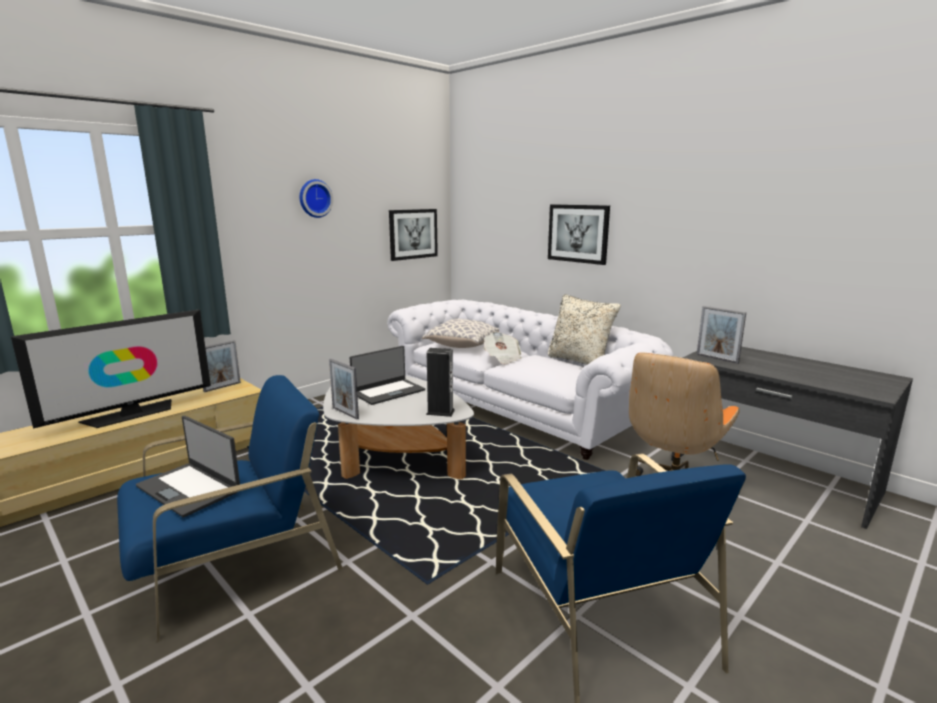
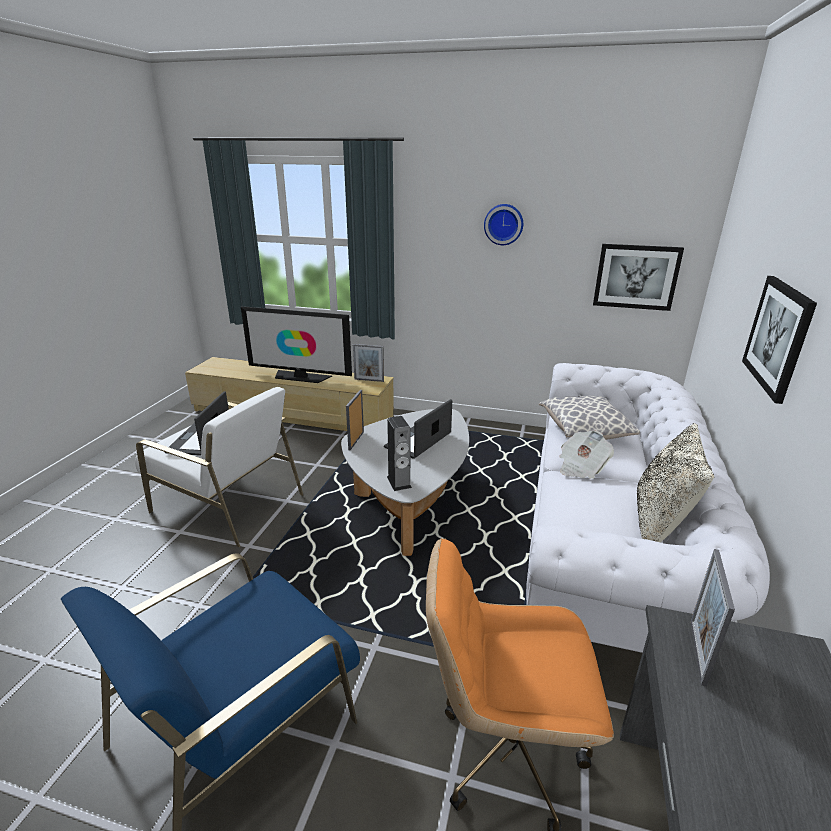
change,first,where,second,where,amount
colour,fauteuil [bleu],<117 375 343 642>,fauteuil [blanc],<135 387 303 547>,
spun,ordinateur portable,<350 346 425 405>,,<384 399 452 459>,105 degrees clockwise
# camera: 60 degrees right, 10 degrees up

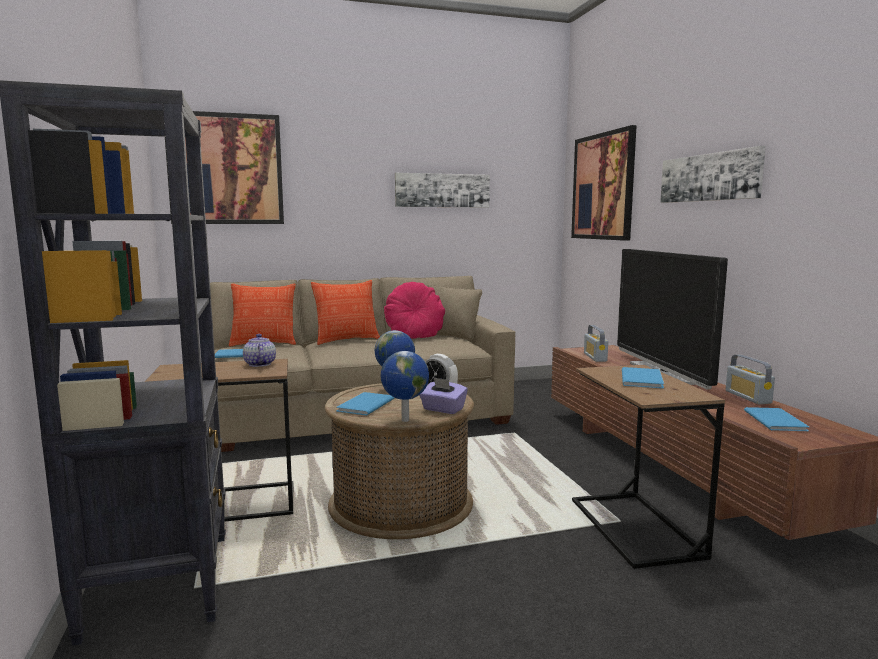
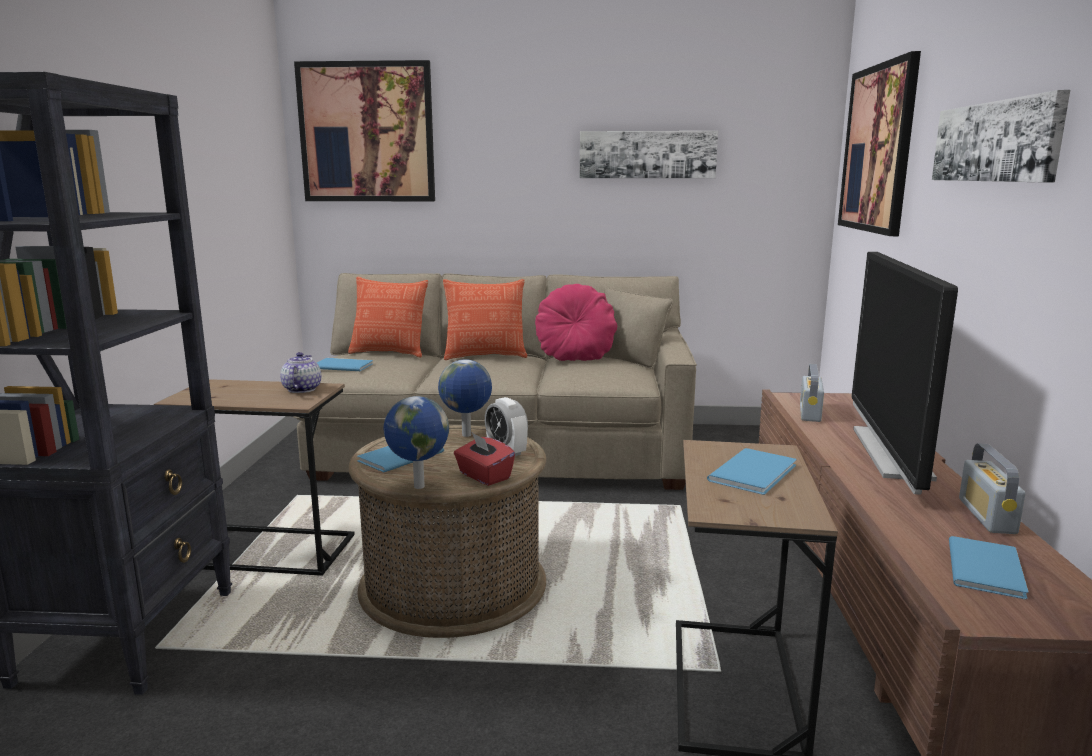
change,first,where,second,where,amount
colour,boîte à mouchoirs [violet],<419 377 468 414>,boîte à mouchoirs [rouge],<454 433 515 486>,
# camera: 20 degrees right, 5 degrees up

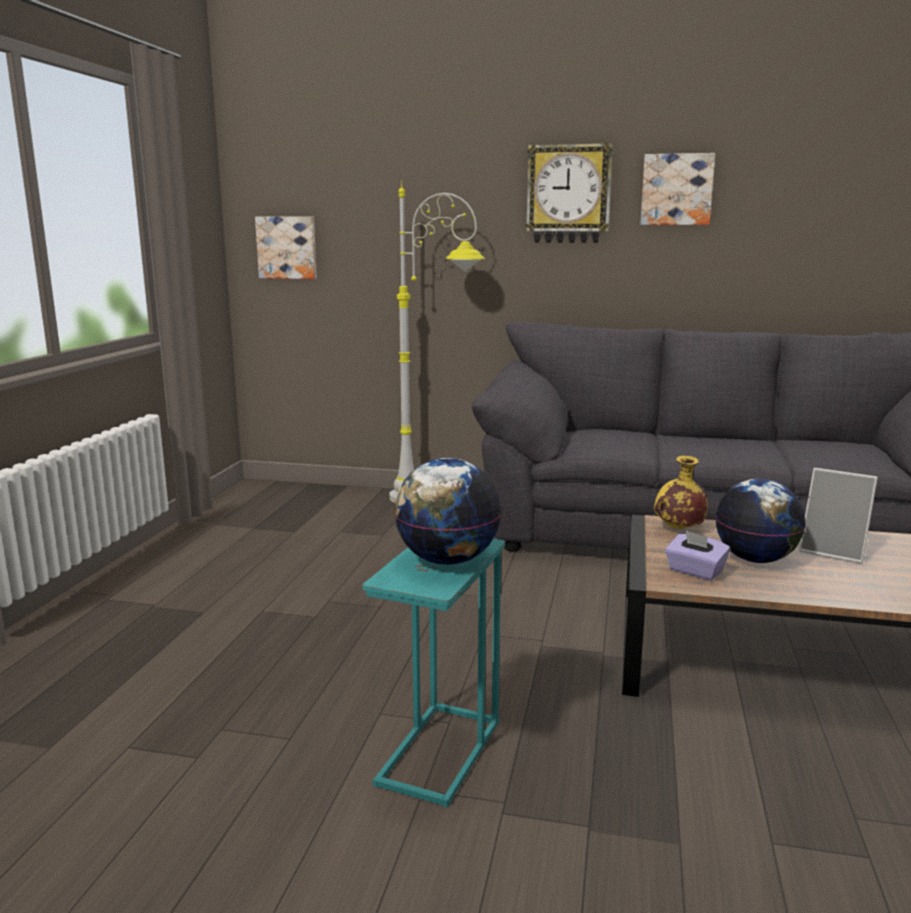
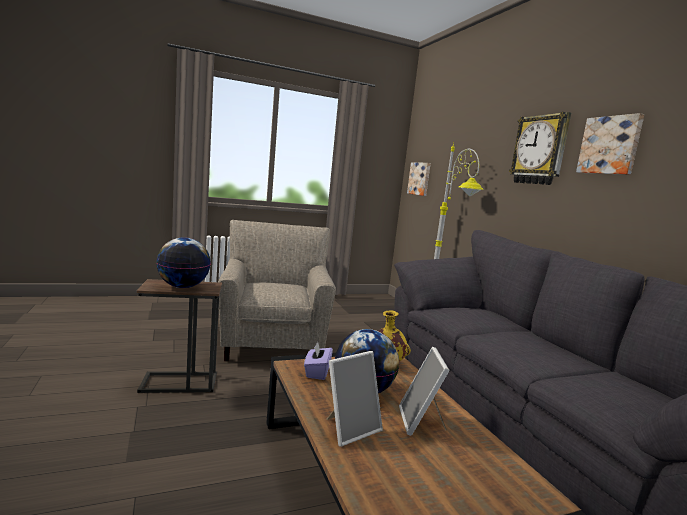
change,first,where,second,where,amount
colour,table d'appoint [turquoise],<363 539 505 807>,table d'appoint [marron],<137 279 222 393>,
appeared,,,fauteuil [beige],<218 220 336 361>,
appeared,,,cadre photo,<326 351 383 447>,
# camera: 55 degrees right, 5 degrees down

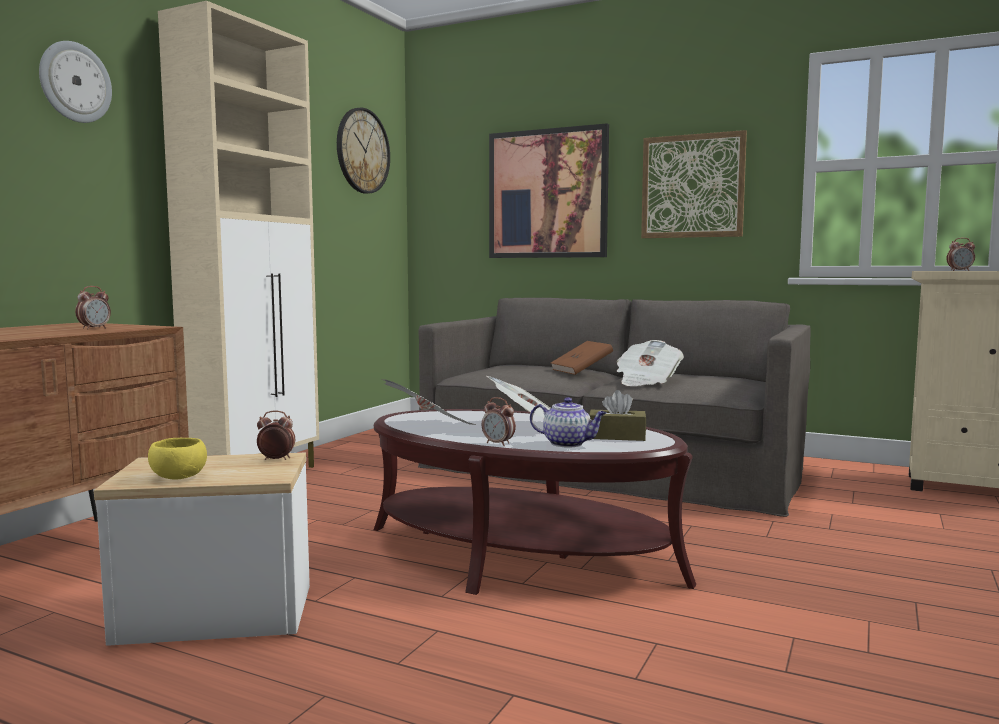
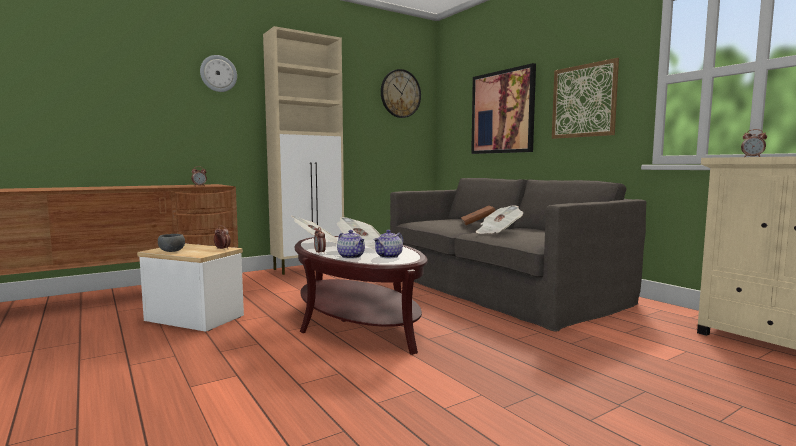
change,first,where,second,where,amount
colour,bol [jaune],<148 438 207 480>,bol [gris],<158 234 185 252>,
exchanged,boîte à mouchoirs [marron],<589 390 647 441>,théière,<373 230 403 258>,
# camera: 30 degrees right, 0 degrees up

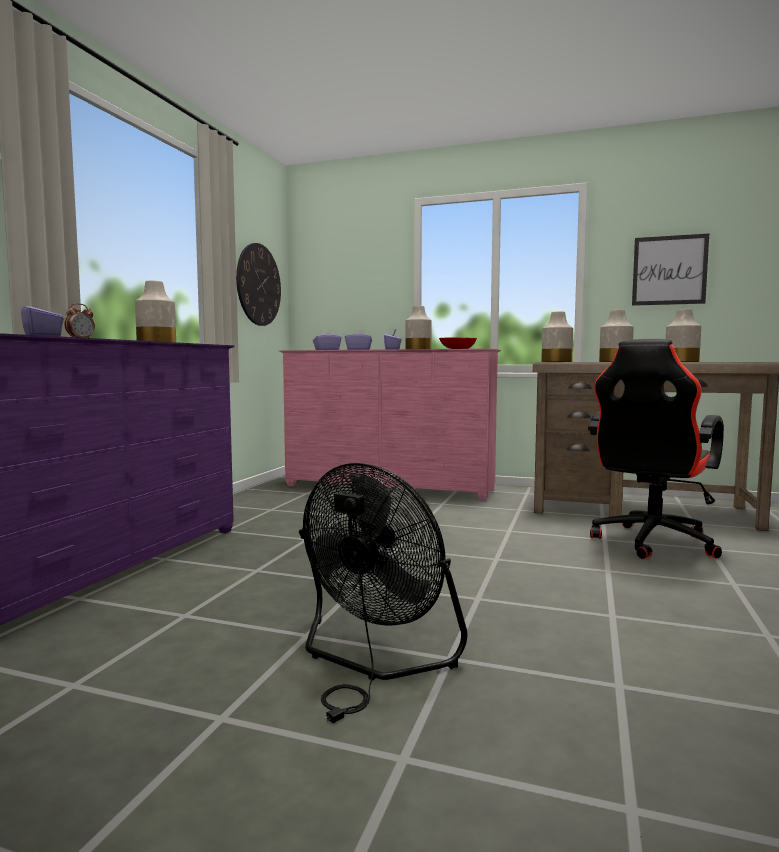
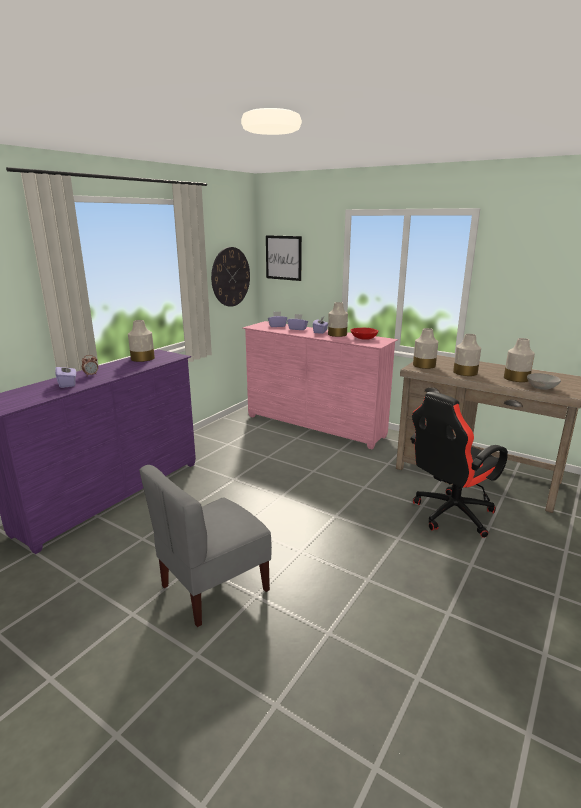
change,first,where,second,where,amount
exchanged,ventilateur [noir],<299 463 467 723>,chaise [gris],<139 465 272 627>,
relocated,tableau,<632 234 709 306>,,<266 235 302 281>,
appeared,,,bol [gris],<527 373 561 390>,
# camera: 15 degrees right, 15 degrees up

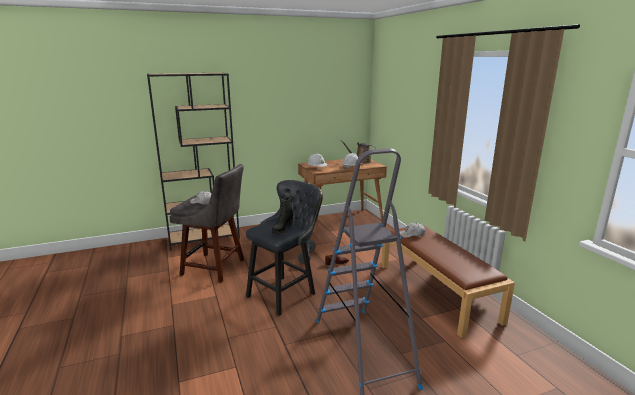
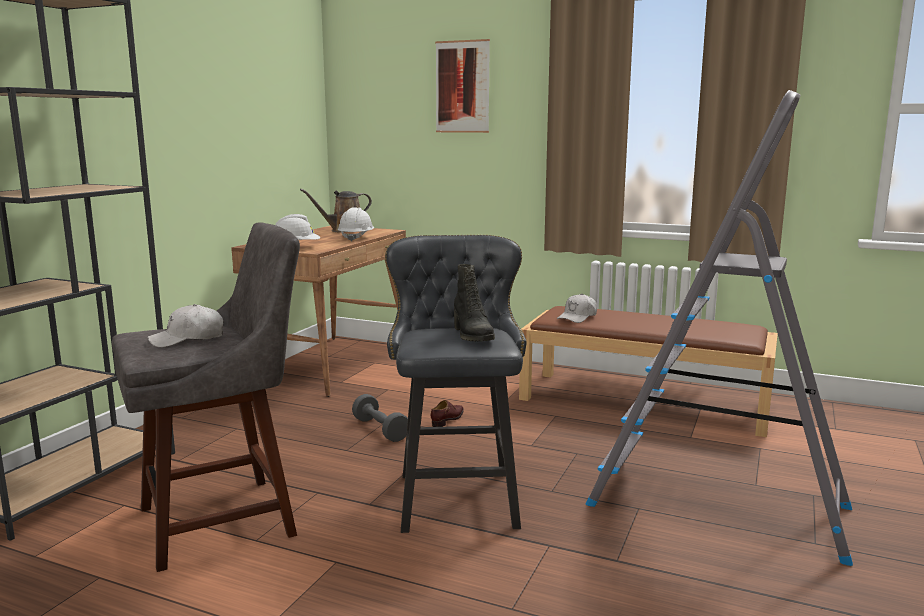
change,first,where,second,where,amount
appeared,,,tableau,<435 39 490 133>,
# camera: 45 degrees left, 5 degrees down

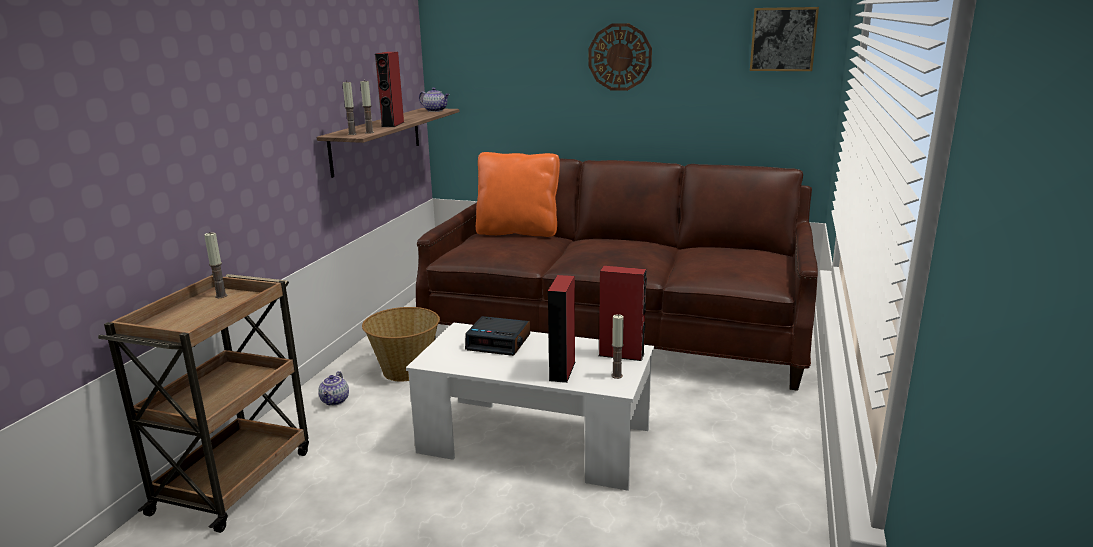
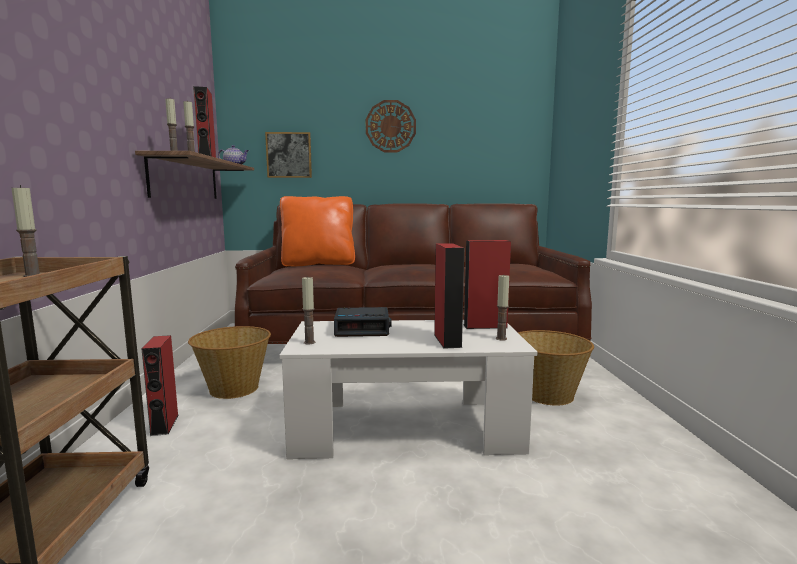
change,first,where,second,where,amount
exchanged,théière,<318 371 349 406>,enceinte [rouge],<141 335 178 436>,
relocated,tableau,<750 7 819 71>,,<265 132 312 178>,
appeared,,,bougie,<302 277 315 344>,
appeared,,,panier,<518 330 594 406>,
# camera: 20 degrees left, 10 degrees down

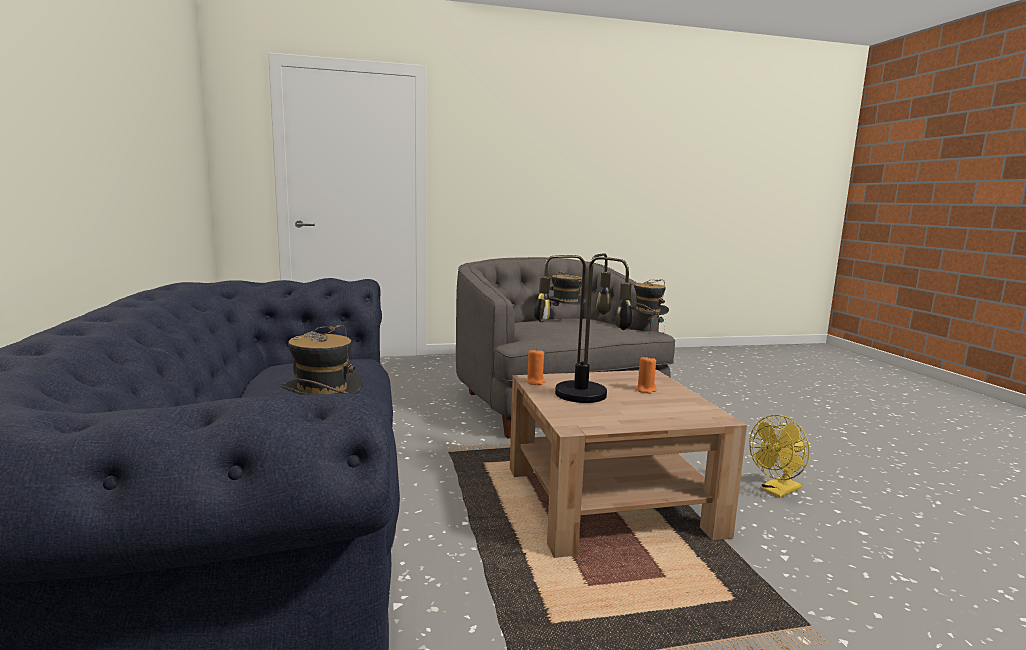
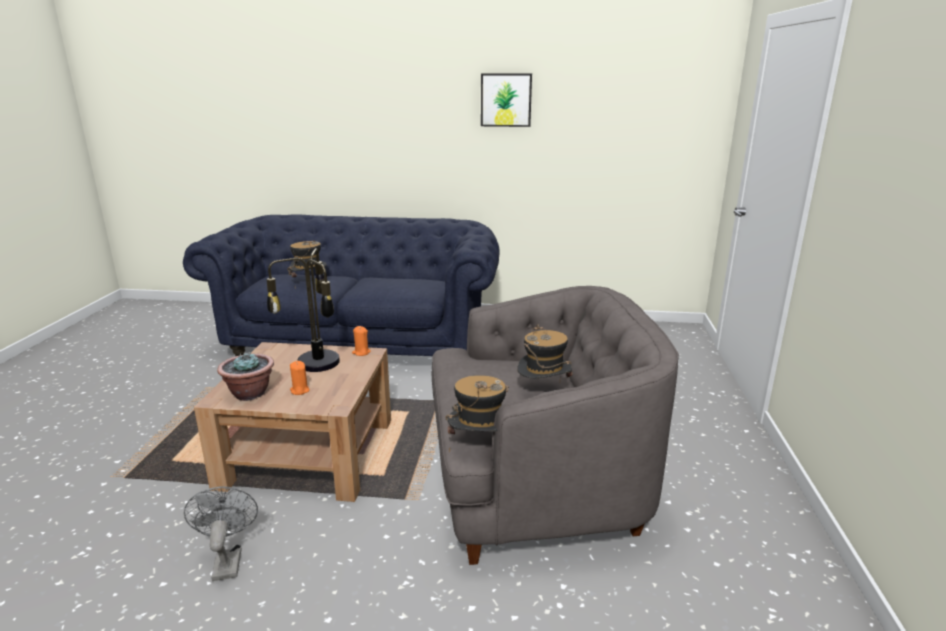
change,first,where,second,where,amount
colour,ventilateur [jaune],<749 415 810 498>,ventilateur [gris],<184 486 258 581>,
appeared,,,plante en pot,<217 352 274 401>,
appeared,,,tableau,<481 73 532 127>,
# camera: 110 degrees right, 10 degrees up

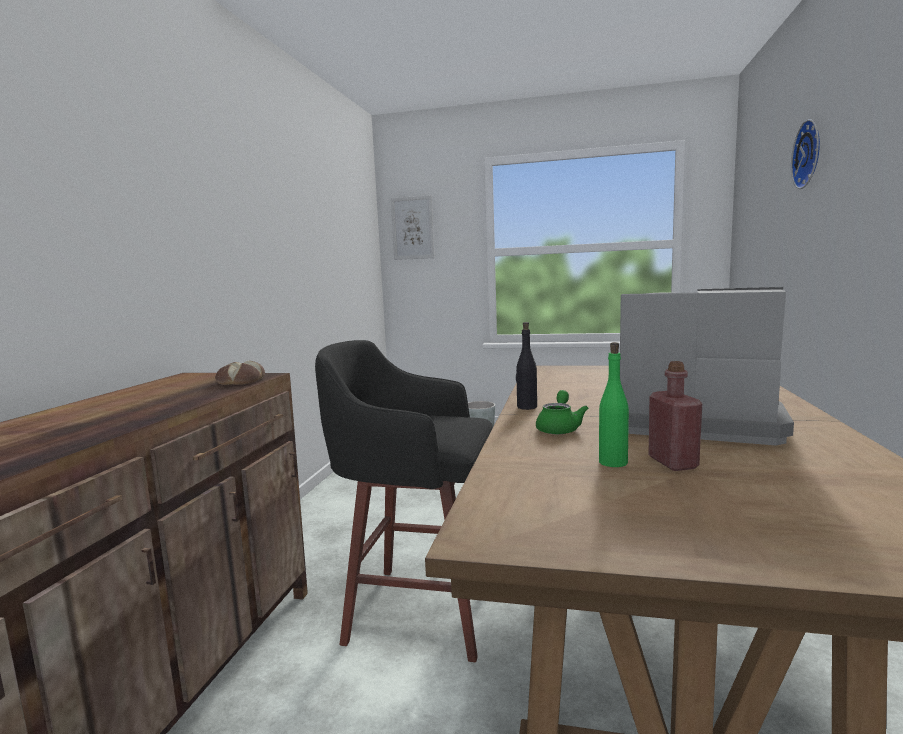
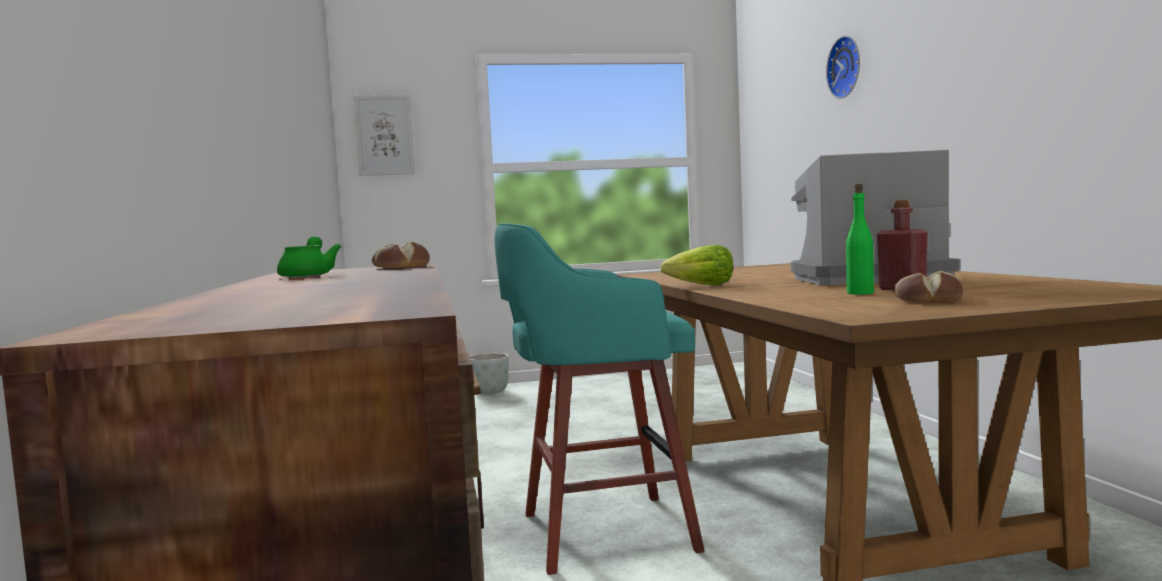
change,first,where,second,where,amount
relocated,théière [vert],<536 390 589 434>,,<277 236 341 278>,
colour,tabouret [noir],<315 340 492 662>,tabouret [turquoise],<494 223 705 575>,
exchanged,bouteille [noir],<516 322 537 410>,laitue,<660 245 733 285>,
appeared,,,pain,<893 271 963 303>,
# camera: 25 degrees left, 5 degrees down

